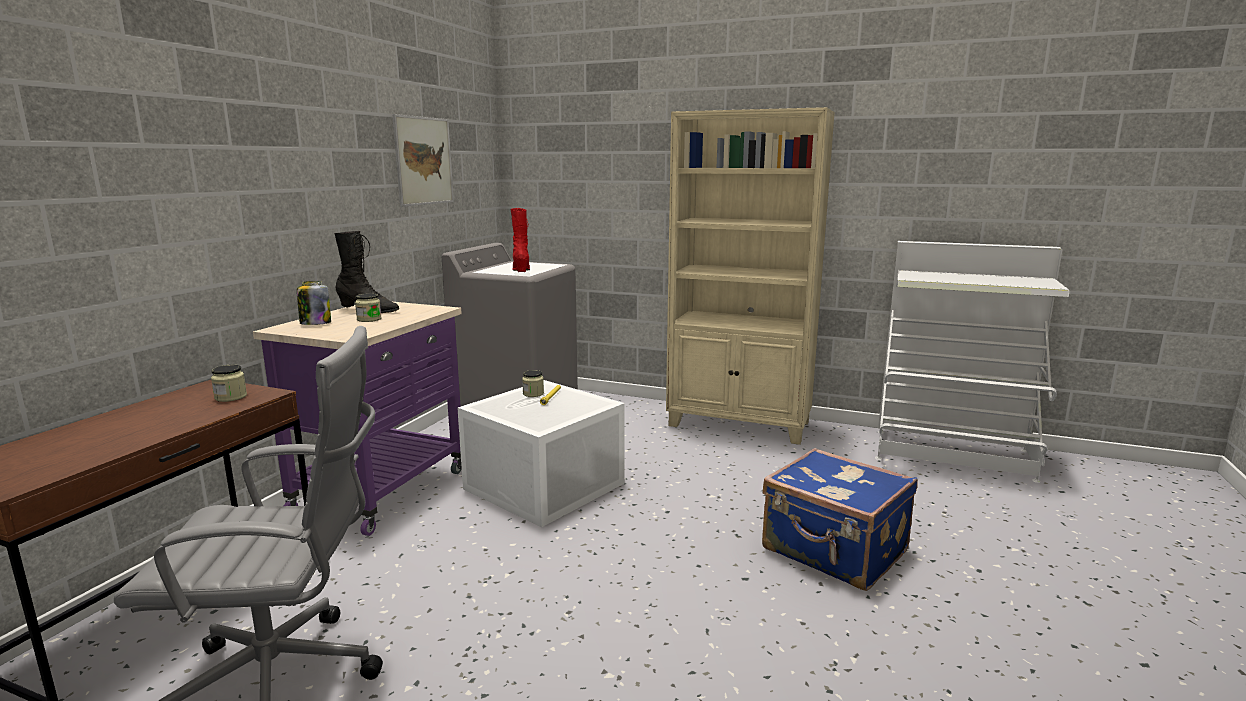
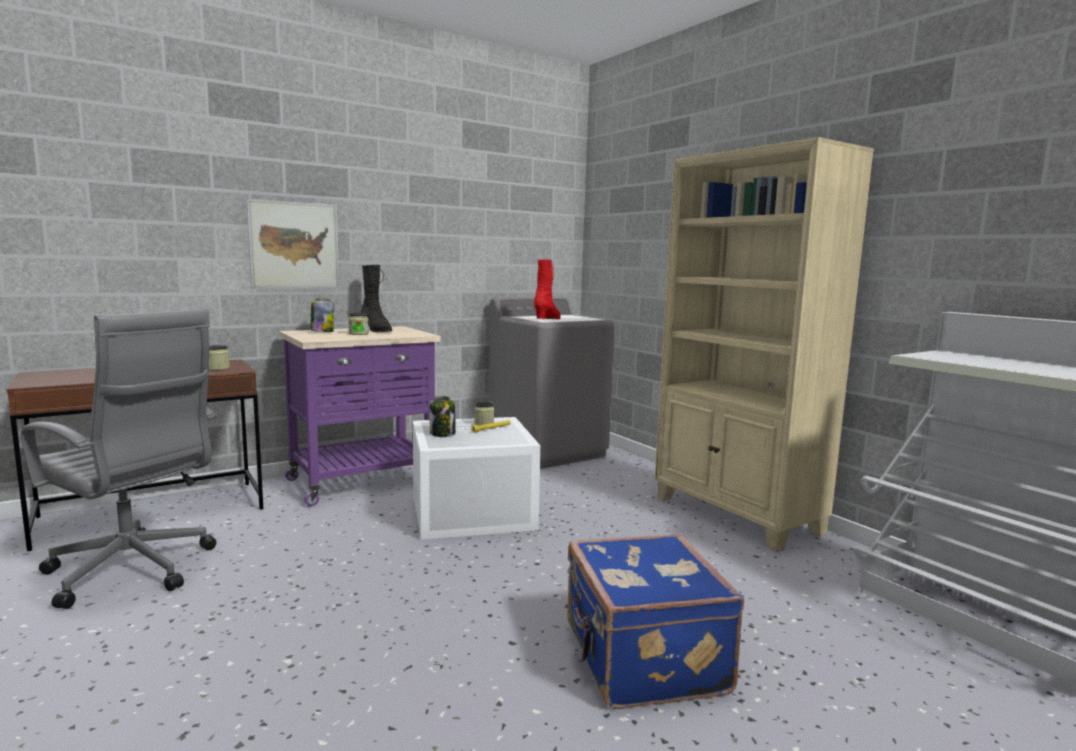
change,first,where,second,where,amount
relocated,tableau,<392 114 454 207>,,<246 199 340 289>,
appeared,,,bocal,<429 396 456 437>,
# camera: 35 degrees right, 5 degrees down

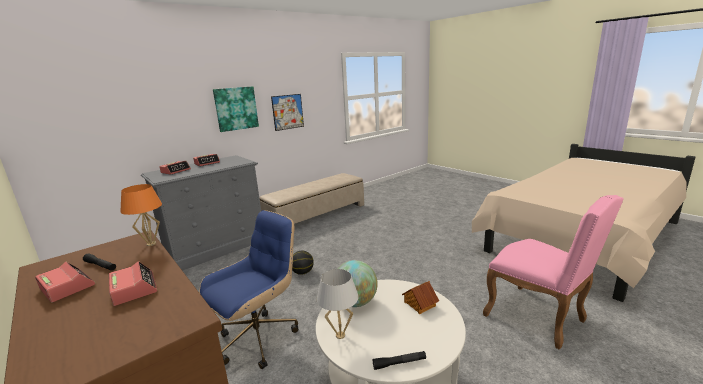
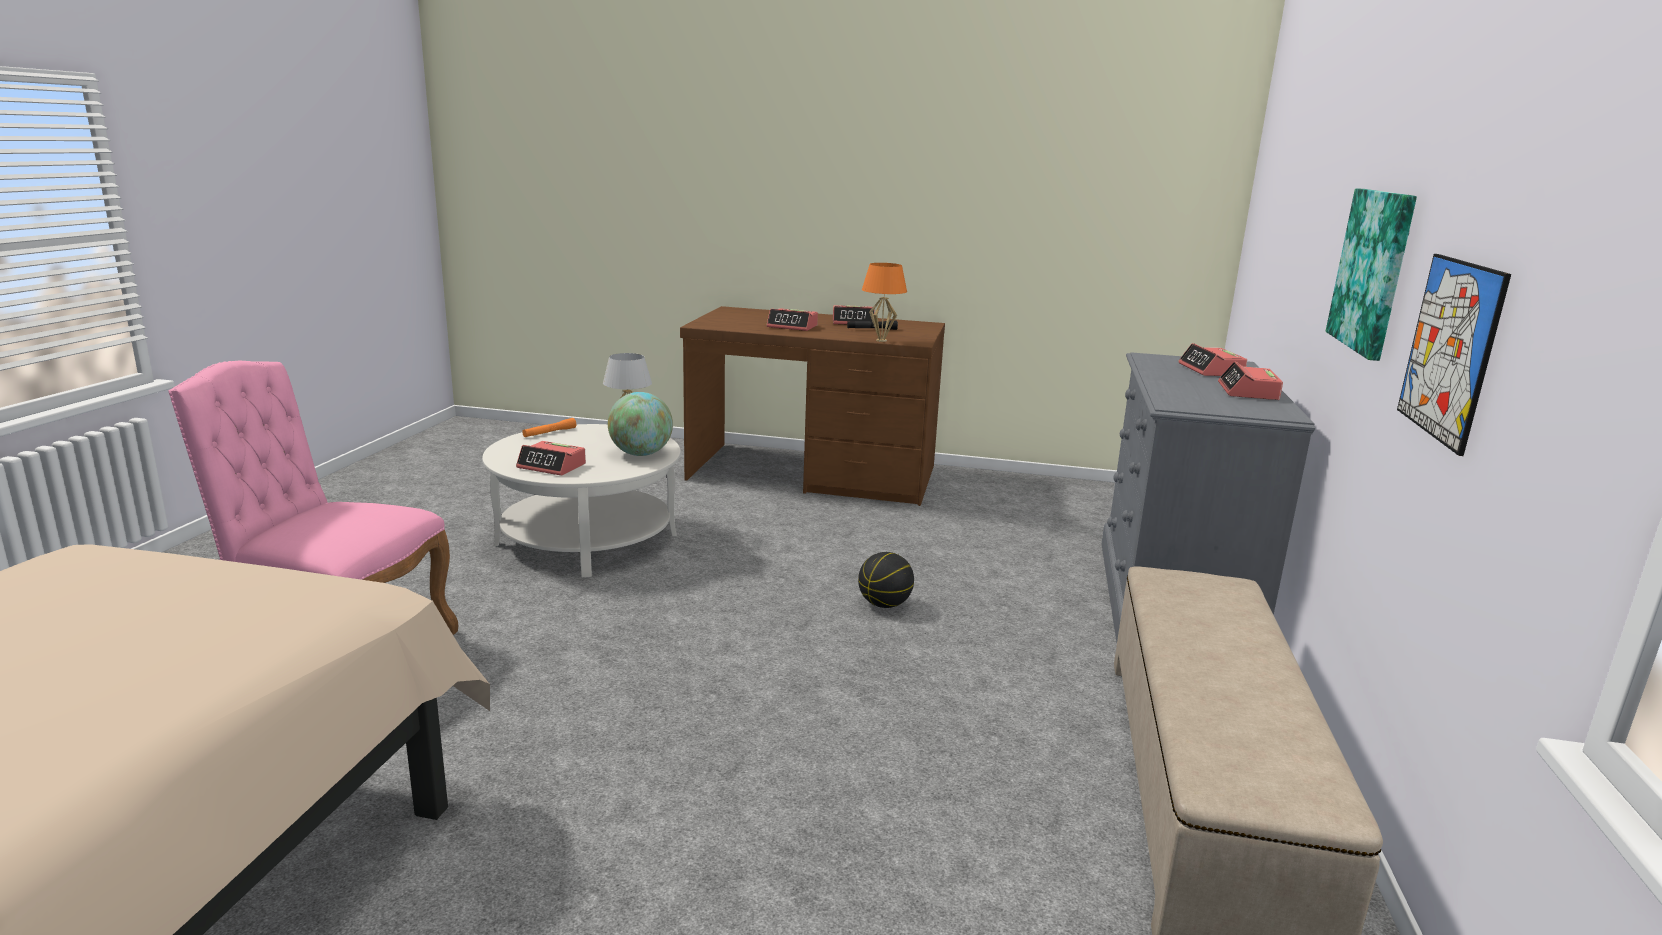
change,first,where,second,where,amount
exchanged,maison miniature,<402 281 439 314>,réveil,<516 441 586 476>,
colour,lampe de poche [noir],<373 351 426 370>,lampe de poche [orange],<522 418 576 437>,
missing,chaise de bureau [bleu],<200 210 298 369>,,,
# camera: 140 degrees right, 0 degrees up

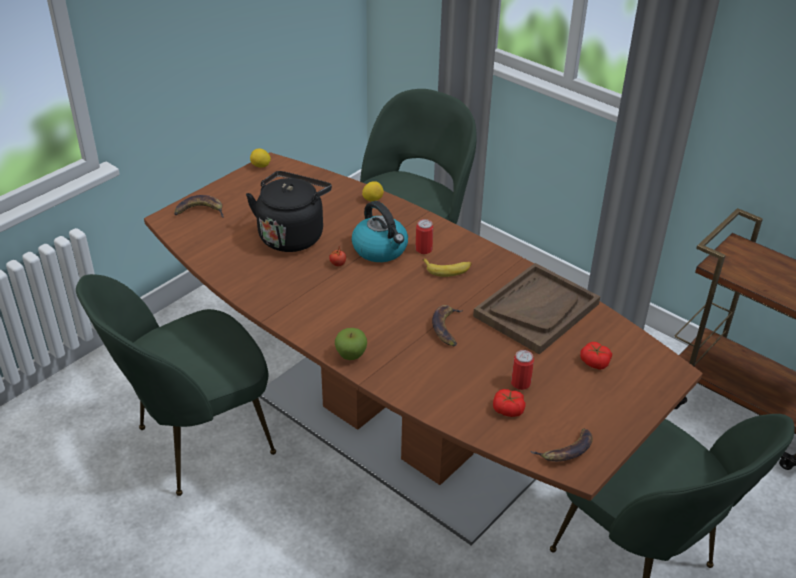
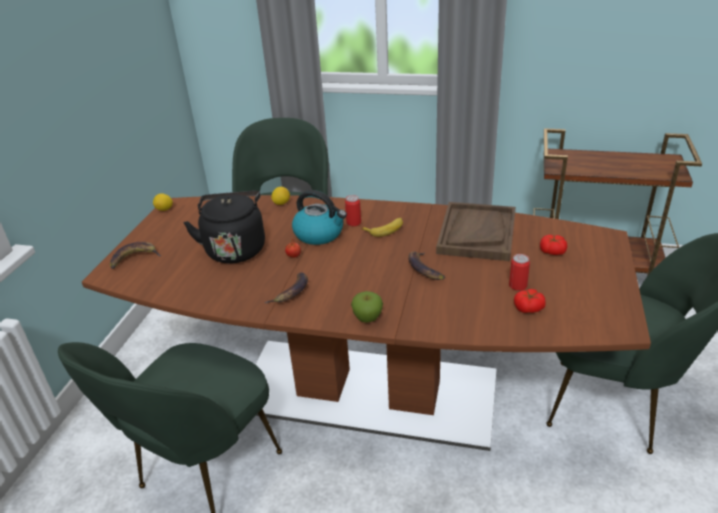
change,first,where,second,where,amount
relocated,banane,<531 428 593 462>,,<264 272 308 303>,
# camera: 25 degrees left, 5 degrees down

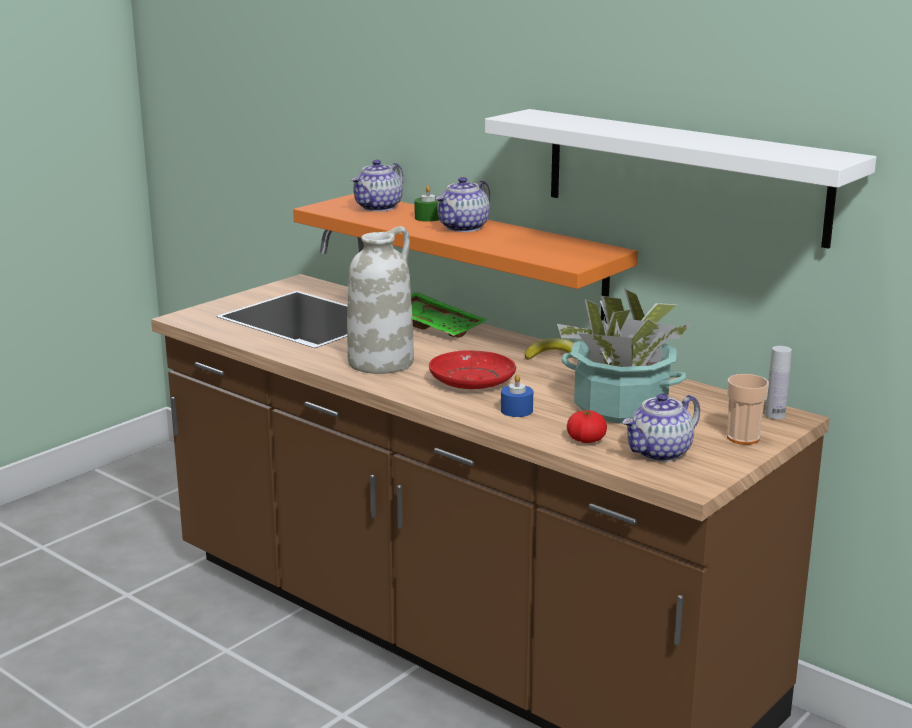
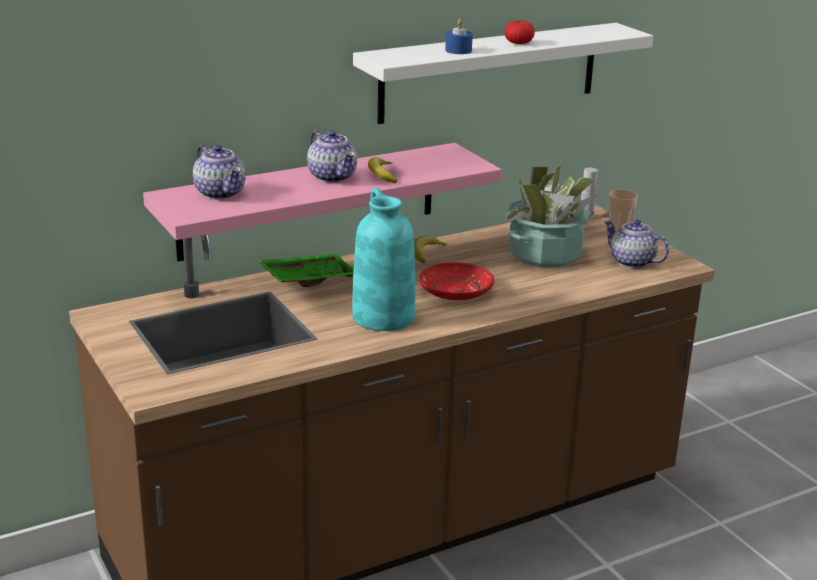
change,first,where,second,where,amount
colour,étagère [orange],<293 194 638 324>,étagère [rose],<143 143 502 262>,
colour,vase [blanc],<347 226 414 374>,vase [turquoise],<352 187 415 331>,
appeared,,,banane,<368 157 397 183>,
relocated,bougie [bleu],<501 374 533 417>,,<445 19 473 54>,
relocated,tomate,<567 410 607 443>,,<505 20 535 44>,
spun,théière,<622 393 700 462>,,<603 219 669 269>,150 degrees clockwise
missing,bougie [vert],<414 185 439 222>,,,
# camera: 70 degrees left, 5 degrees up

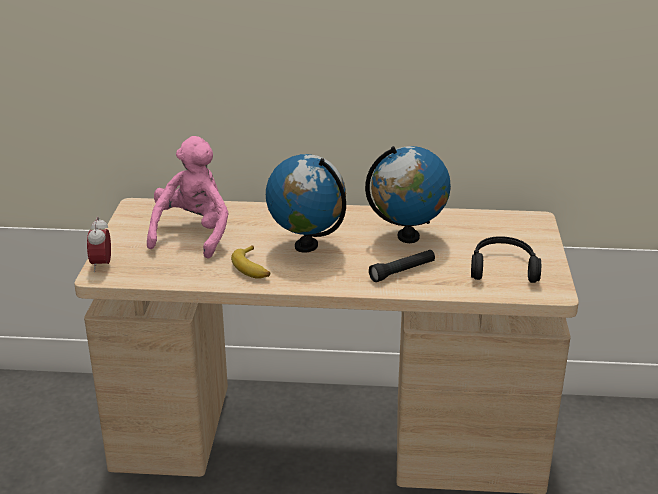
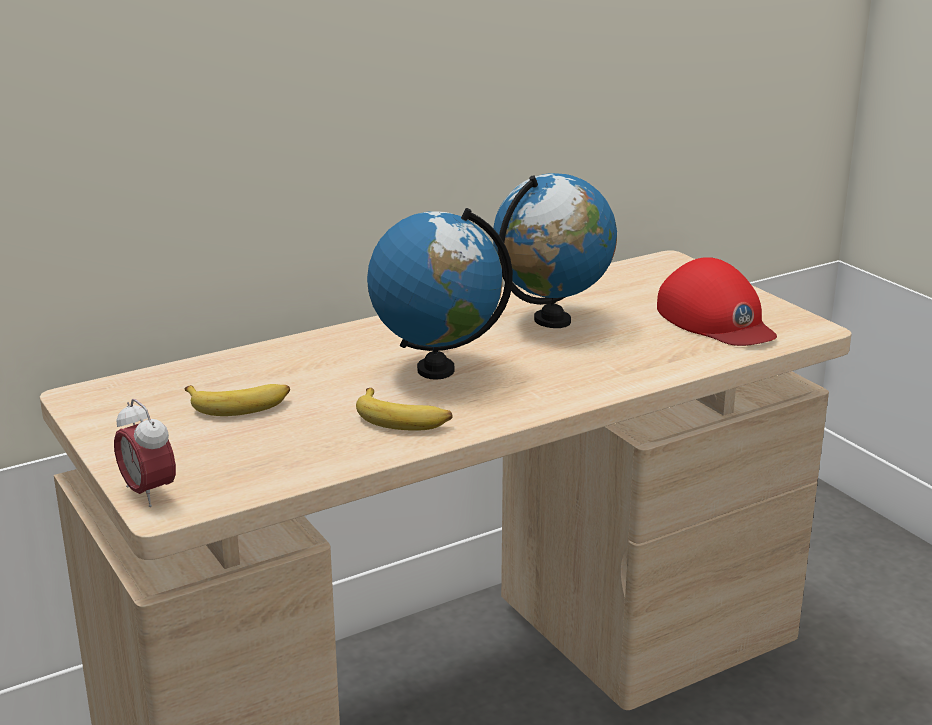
change,first,where,second,where,amount
exchanged,peluche [rose],<147 136 229 259>,banane,<185 384 290 416>,
exchanged,casque audio [noir],<471 236 541 283>,casquette [rouge],<657 257 777 346>,
missing,lampe de poche [noir],<369 250 435 282>,,,
# camera: 35 degrees left, 5 degrees down

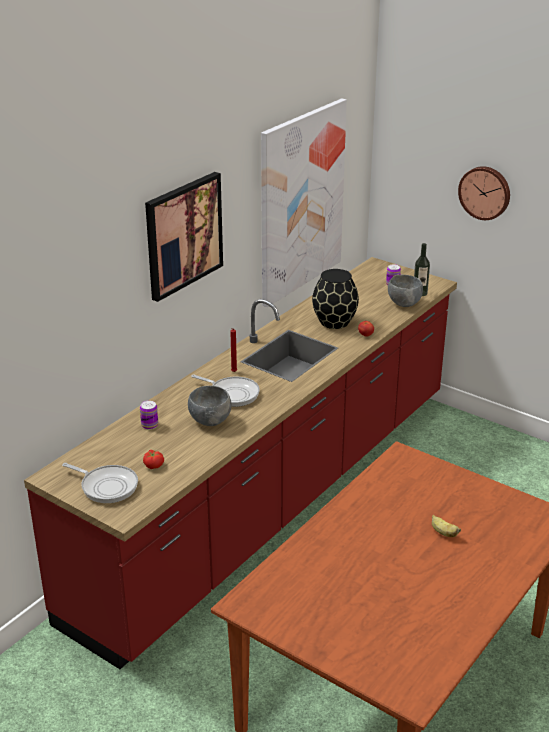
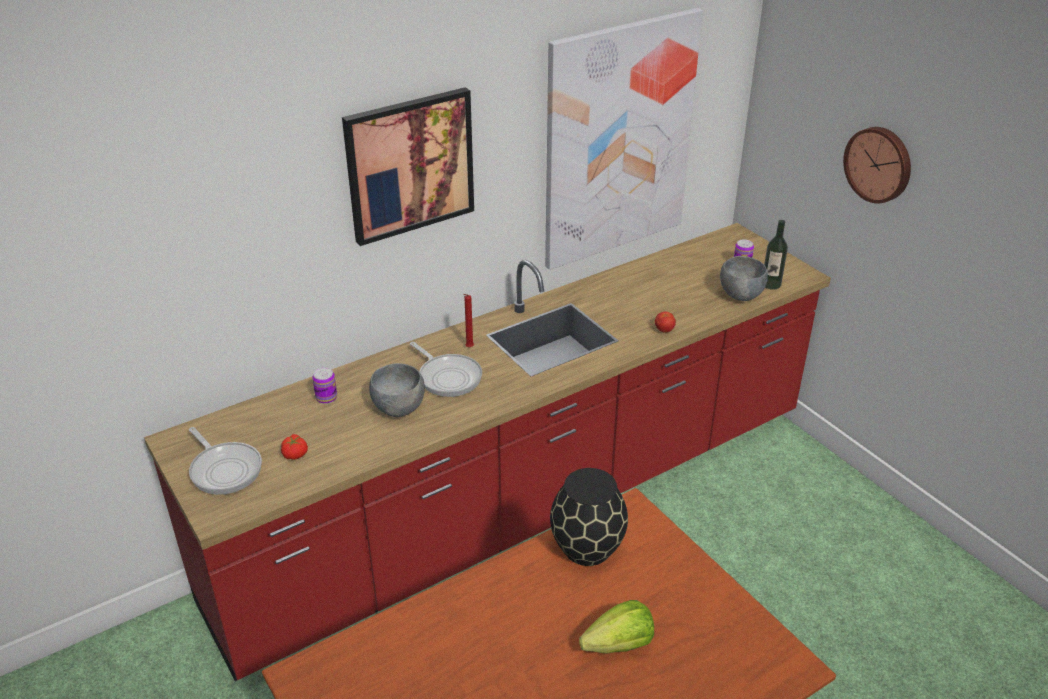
change,first,where,second,where,amount
relocated,vase [noir],<312 269 359 329>,,<550 468 628 566>,
exchanged,banane,<432 515 461 537>,laitue,<579 600 654 654>,
# camera: 20 degrees right, 5 degrees up

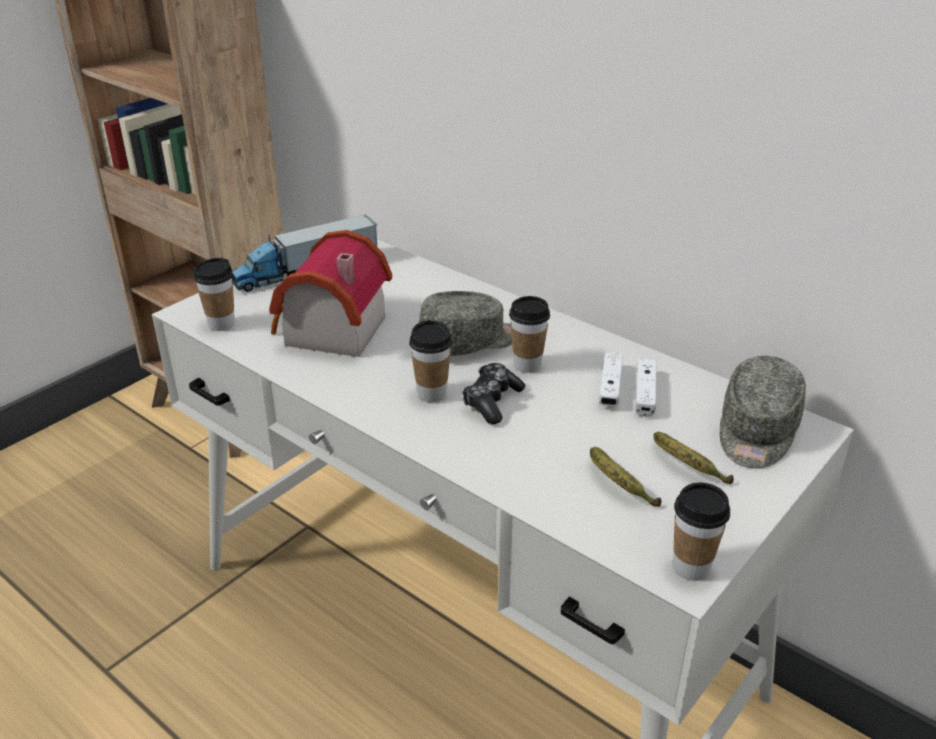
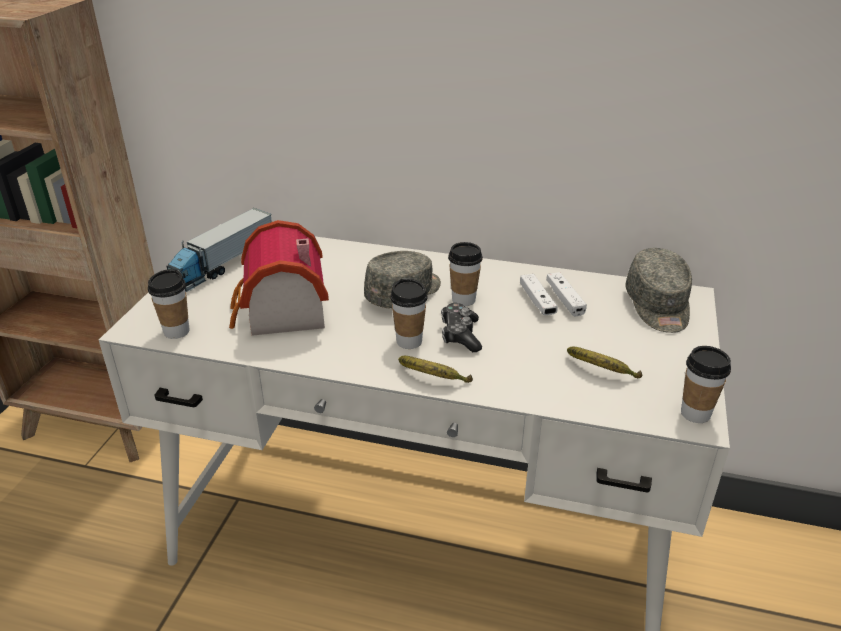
change,first,where,second,where,amount
relocated,banane,<653 432 734 484>,,<398 356 473 383>,
# camera: 25 degrees left, 0 degrees up

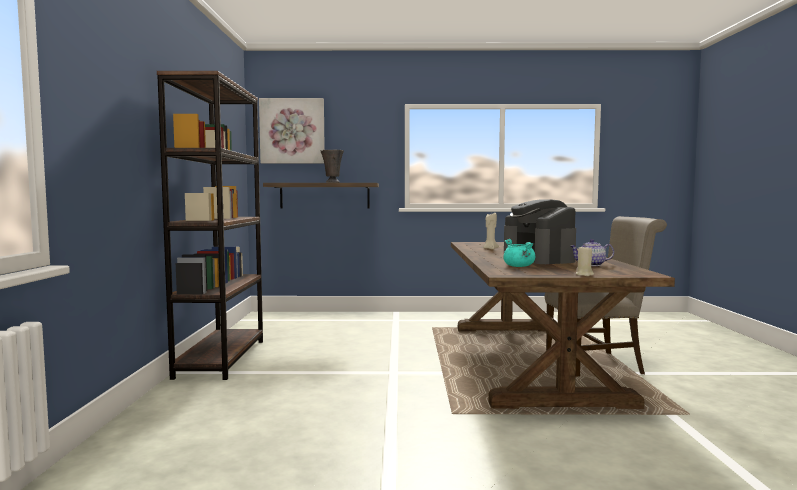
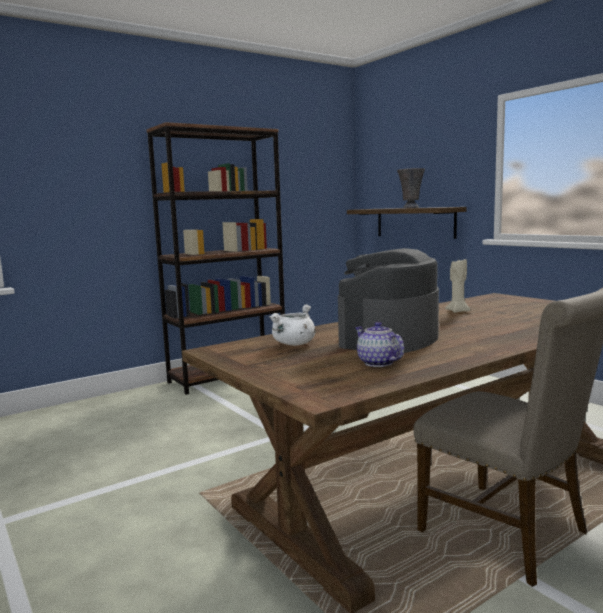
change,first,where,second,where,amount
colour,marmite [turquoise],<503 239 535 267>,marmite [blanc],<269 304 315 346>,
missing,tableau,<259 98 325 163>,,,
missing,bougie [beige],<576 245 594 276>,,,
# camera: 55 degrees right, 5 degrees up

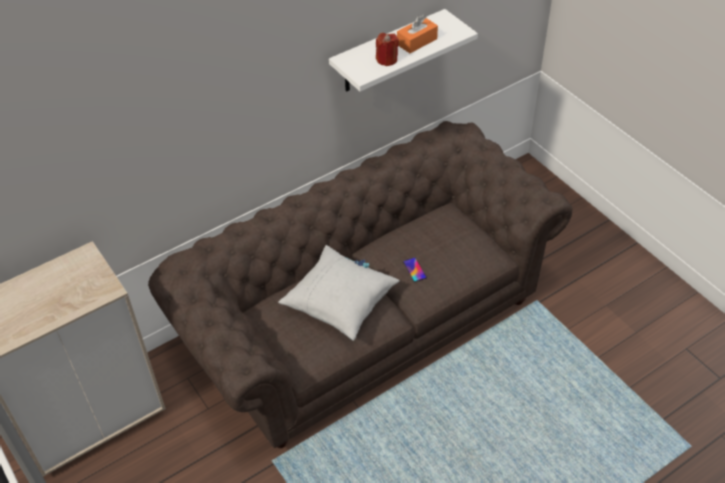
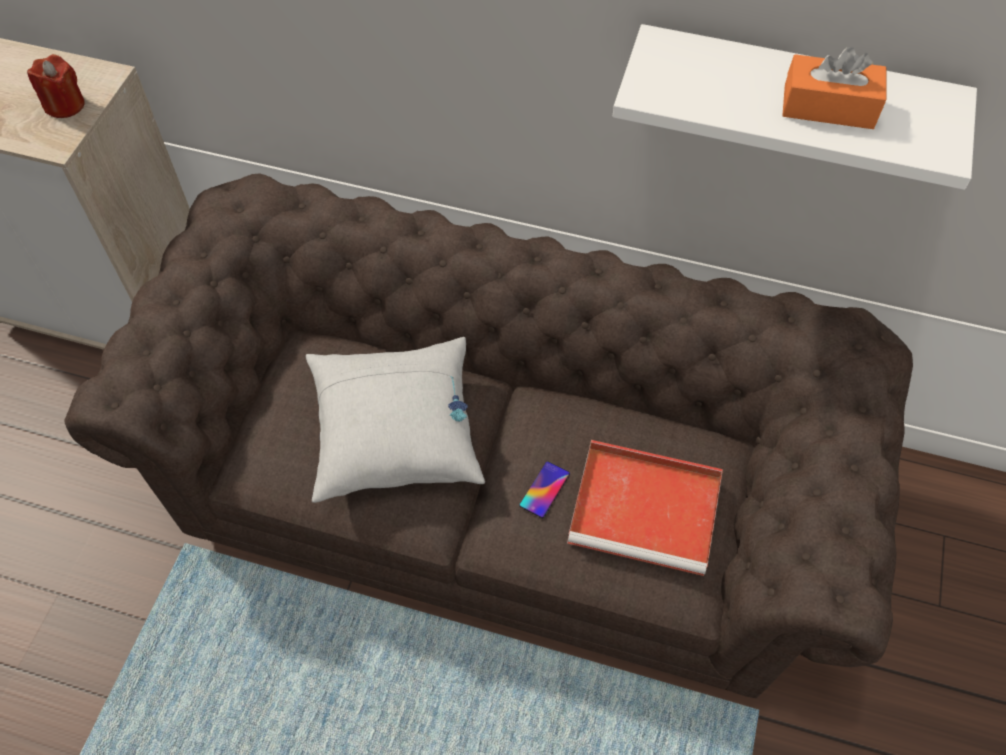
change,first,where,second,where,amount
relocated,bougie [rouge],<376 33 399 66>,,<27 54 85 118>,
appeared,,,plateau [rouge],<567 440 723 576>,
# camera: 50 degrees right, 10 degrees up

